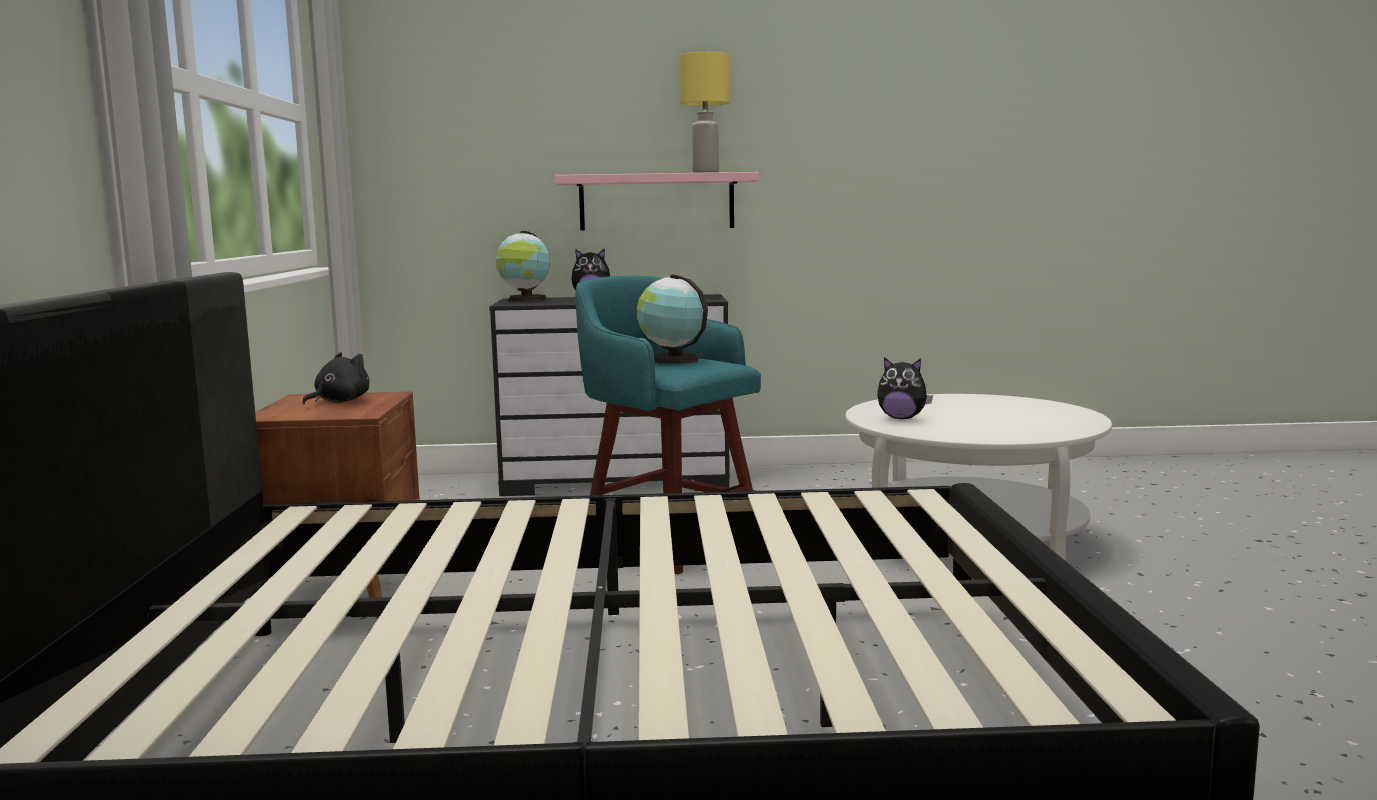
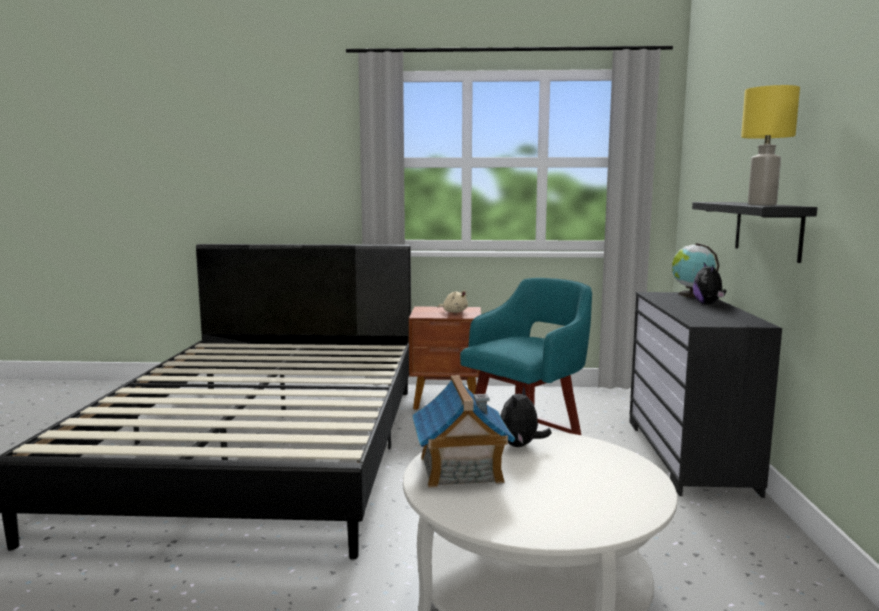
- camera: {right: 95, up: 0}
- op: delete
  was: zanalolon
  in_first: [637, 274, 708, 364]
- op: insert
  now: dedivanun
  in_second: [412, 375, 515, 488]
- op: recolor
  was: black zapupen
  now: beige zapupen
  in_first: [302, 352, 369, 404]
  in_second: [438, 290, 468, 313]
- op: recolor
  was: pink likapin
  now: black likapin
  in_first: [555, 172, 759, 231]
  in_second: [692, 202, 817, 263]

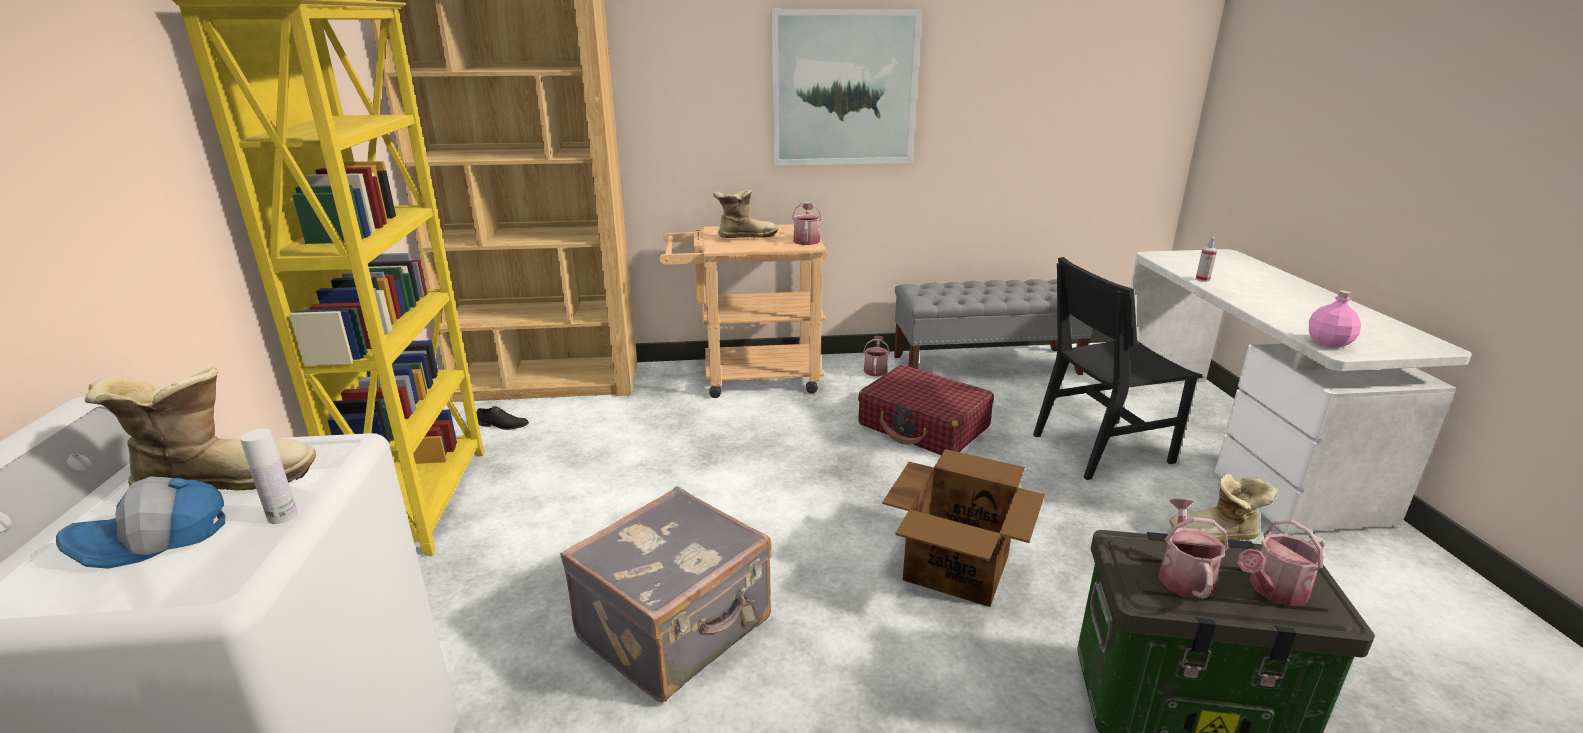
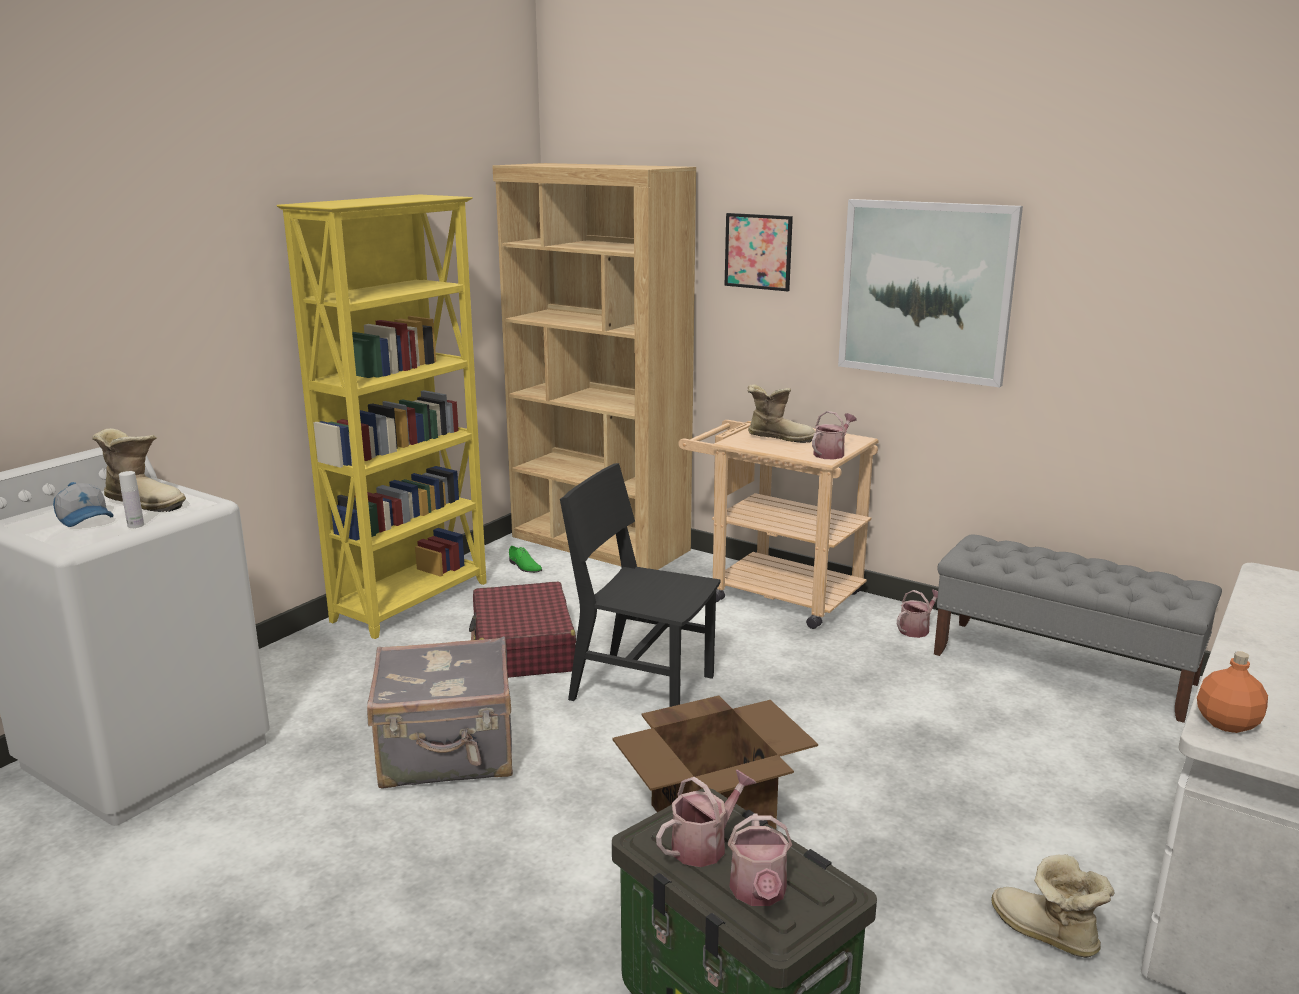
- camera: {right: 40, up: -5}
- op: delete
  was: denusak
  in_first: [1196, 237, 1217, 282]
- op: insert
  now: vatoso
  in_second: [725, 213, 793, 291]
- op: move
  was: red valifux
  in_first: [858, 365, 994, 455]
  in_second: [469, 582, 576, 678]
- op: move
  was: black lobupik
  in_first: [1033, 257, 1203, 480]
  in_second: [560, 463, 721, 707]
- op: recolor
  was: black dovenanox
  now: green dovenanox
  in_first: [476, 406, 529, 430]
  in_second: [509, 546, 542, 573]
- op: recolor
  was: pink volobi
  now: orange volobi
  in_first: [1309, 290, 1361, 348]
  in_second: [1197, 651, 1268, 733]
- op: rotate
  was: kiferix
  in_first: [56, 476, 225, 569]
  in_second: [53, 482, 114, 527]
  clockwise: -150
- op: rotate
  was: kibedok
  in_first: [1237, 520, 1325, 606]
  in_second: [728, 814, 792, 906]
  clockwise: -105

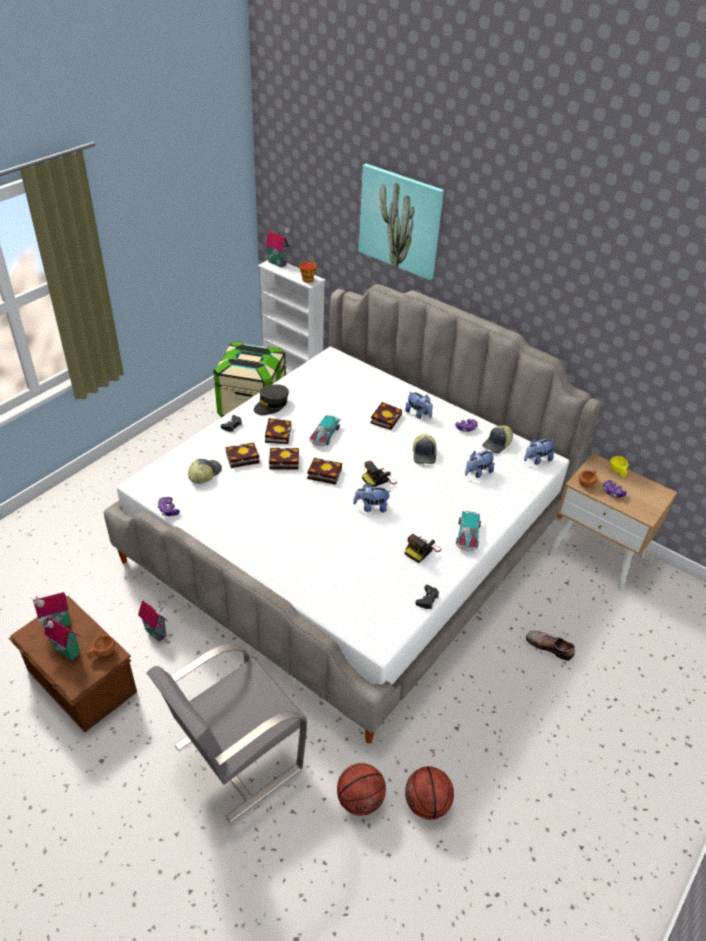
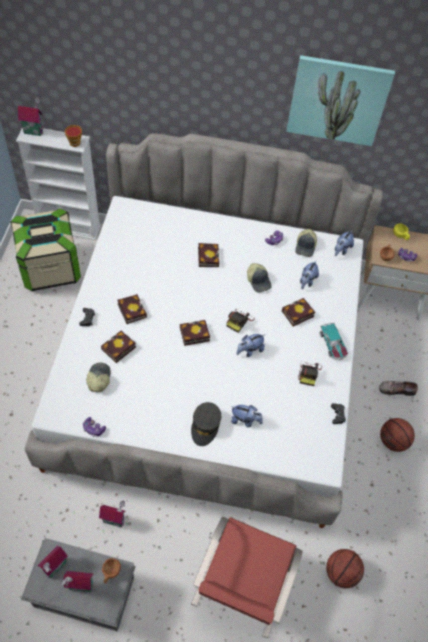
- camera: {right: -30, up: 15}
- op: delete
  was: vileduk
  in_first: [309, 415, 341, 446]
- op: move
  was: grey kiferix
  in_first: [254, 384, 289, 415]
  in_second: [191, 402, 221, 446]
- op: move
  was: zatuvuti
  in_first: [269, 448, 299, 470]
  in_second: [282, 298, 315, 326]
- op: move
  was: vatoso
  in_first: [359, 164, 444, 280]
  in_second: [286, 55, 395, 146]
- op: move
  was: zapupen
  in_first: [405, 391, 433, 419]
  in_second: [231, 405, 263, 427]
- op: move
  was: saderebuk
  in_first: [405, 766, 454, 820]
  in_second: [380, 418, 415, 452]
- op: recolor
  was: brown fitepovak
  now: grey fitepovak
  in_first: [9, 596, 137, 732]
  in_second: [21, 538, 135, 632]
- op: recolor
  was: grey lobupik
  now: red lobupik
  in_first: [146, 644, 307, 823]
  in_second: [191, 517, 303, 638]

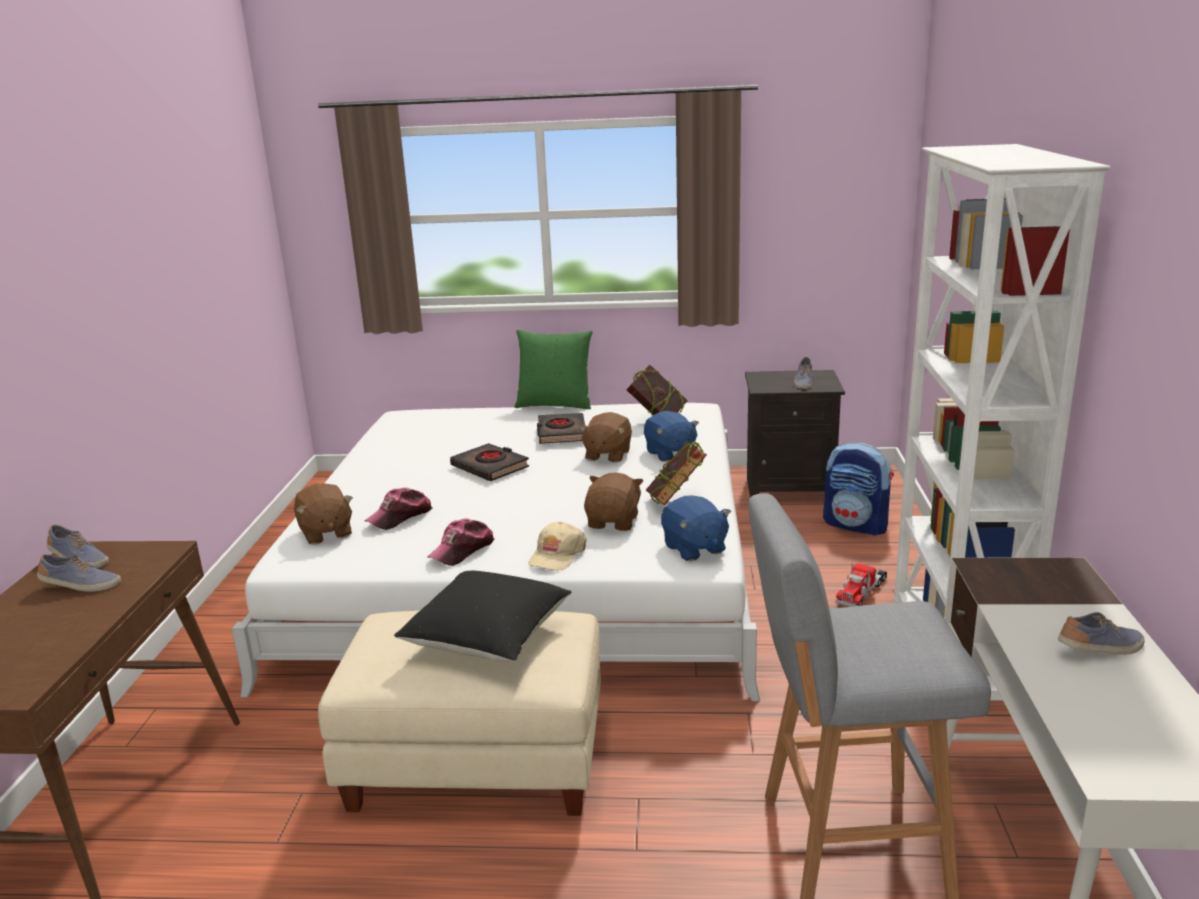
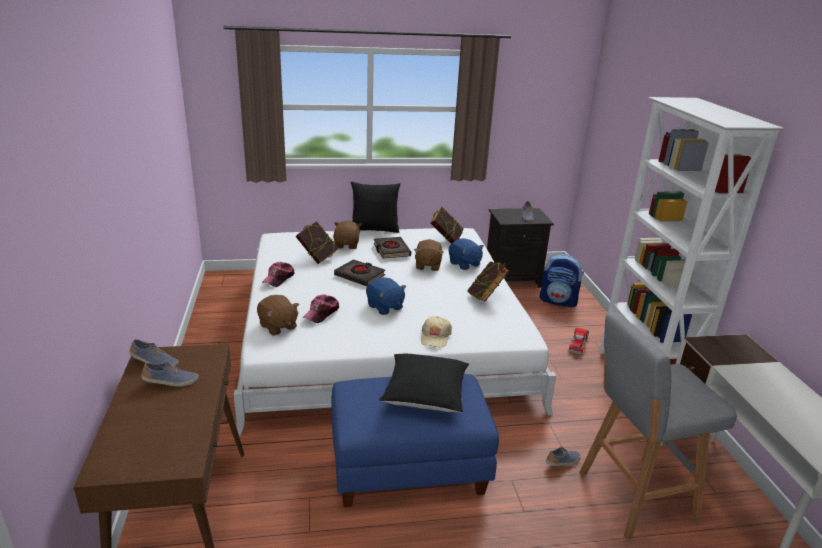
- camera: {right: -15, up: 5}
- op: insert
  now: zatuvuti
  in_second: [296, 221, 339, 264]
- op: move
  was: kiferix
  in_first: [427, 519, 494, 566]
  in_second: [262, 262, 295, 287]
- op: move
  was: brown zapupen
  in_first: [584, 472, 643, 531]
  in_second: [333, 221, 362, 249]
- op: move
  was: blue zapupen
  in_first: [661, 495, 731, 561]
  in_second: [366, 277, 406, 315]
- op: move
  was: dovenanox
  in_first: [1058, 612, 1145, 654]
  in_second: [546, 447, 581, 466]
- op: recolor
  was: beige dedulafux
  now: blue dedulafux
  in_first: [318, 611, 601, 816]
  in_second: [332, 374, 499, 507]
- op: recolor
  was: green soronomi
  now: black soronomi
  in_first: [514, 330, 593, 409]
  in_second: [351, 182, 401, 233]

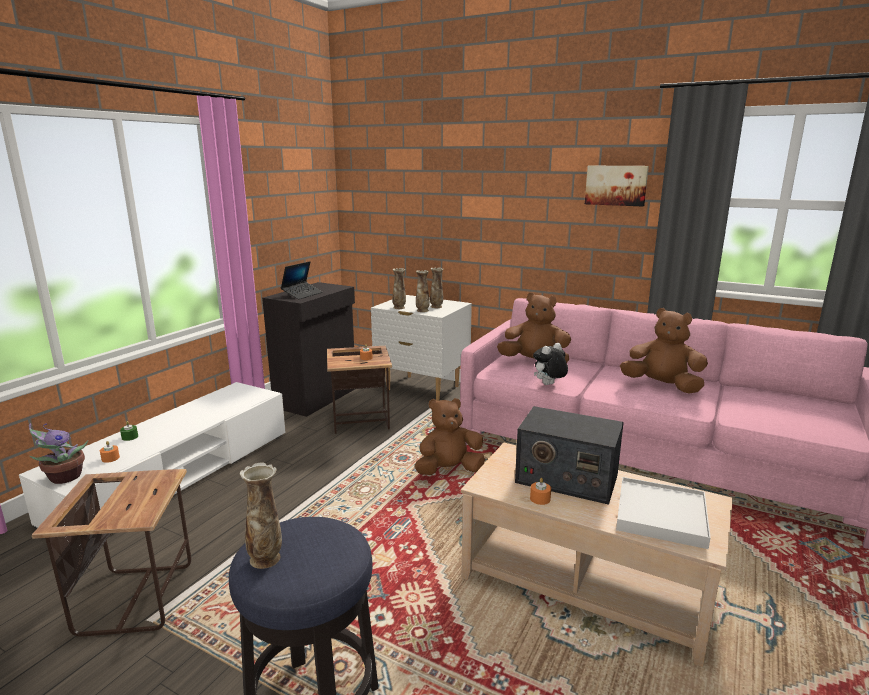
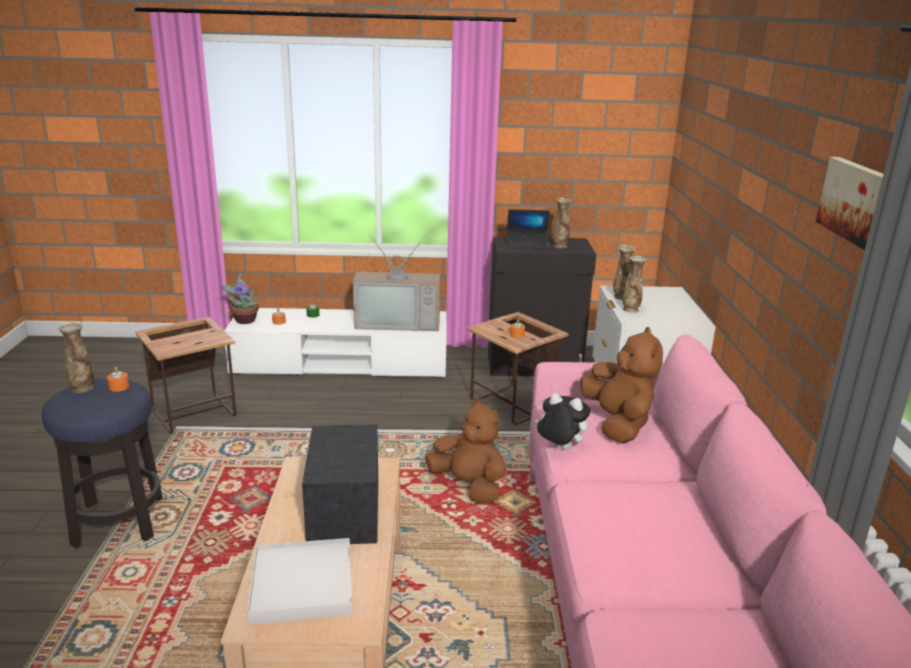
- camera: {right: 60, up: 5}
- op: delete
  was: brown zapupen
  in_first: [620, 308, 708, 393]
- op: insert
  now: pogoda
  in_second: [353, 234, 440, 331]
- op: move
  was: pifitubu
  in_first: [430, 267, 443, 308]
  in_second: [553, 198, 572, 248]
- op: move
  was: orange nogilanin
  in_first: [530, 478, 551, 505]
  in_second: [107, 367, 129, 392]

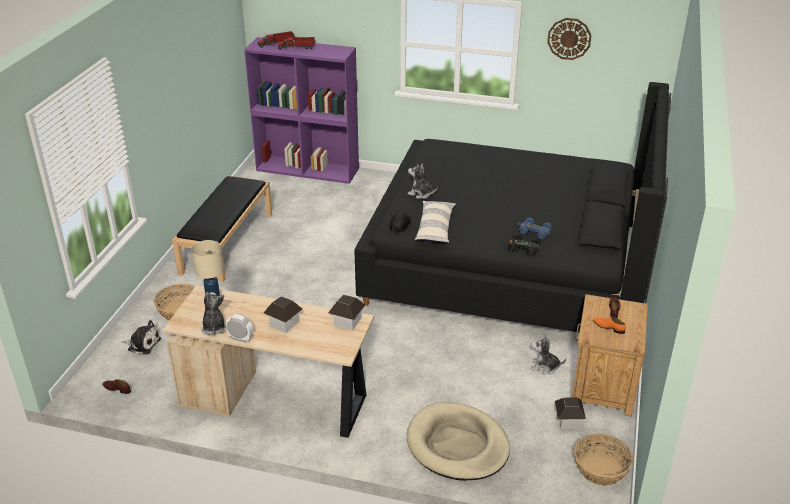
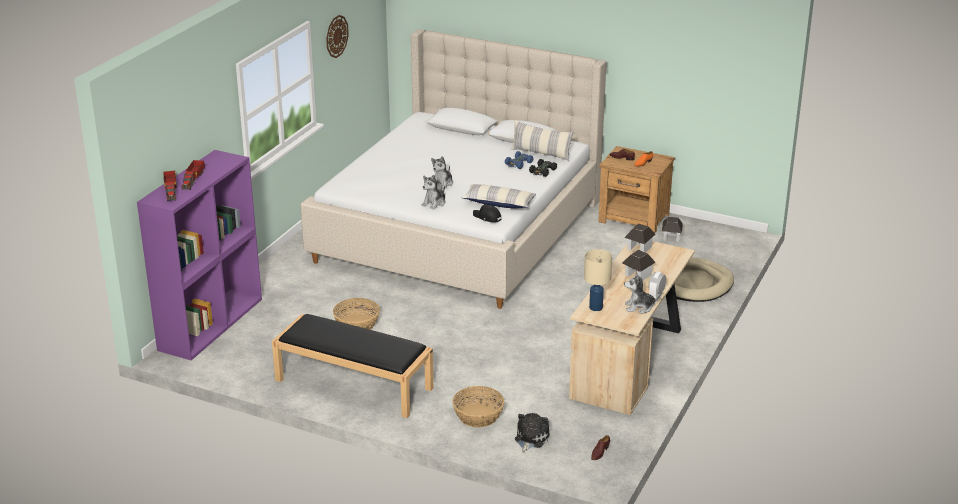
- camera: {right: -80, up: -5}
- op: insert
  now: soronomi
  in_second: [510, 120, 573, 161]
- op: move
  was: zapupen
  in_first: [531, 334, 566, 374]
  in_second: [431, 156, 453, 190]
- op: move
  was: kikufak
  in_first: [574, 434, 633, 486]
  in_second: [333, 298, 380, 330]
- op: recolor
  was: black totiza
  now: beige totiza
  in_first: [354, 82, 671, 332]
  in_second: [300, 29, 607, 309]

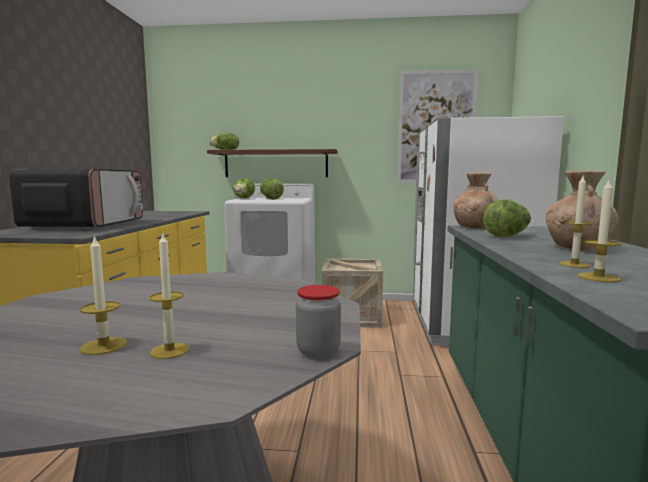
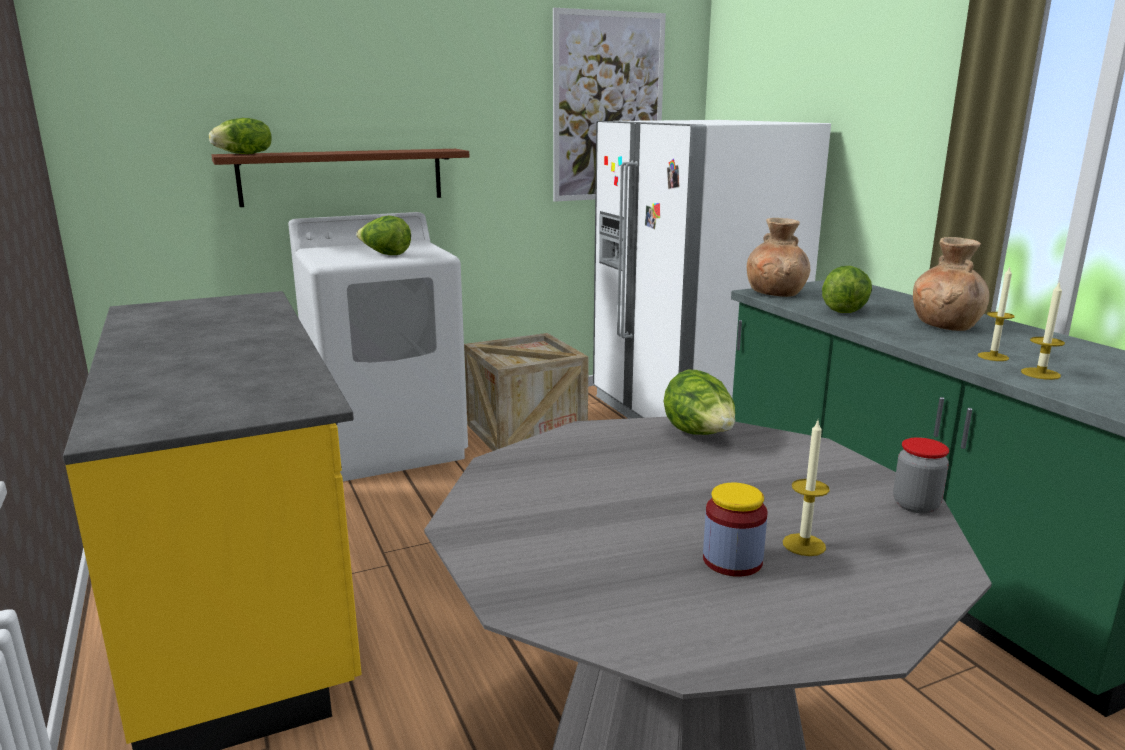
- camera: {right: -30, up: 10}
- op: delete
  was: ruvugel
  in_first: [9, 169, 143, 229]
- op: move
  was: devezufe
  in_first: [233, 178, 255, 198]
  in_second: [664, 370, 735, 435]
- op: replace
  was: nogilanin
  now: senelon
  in_first: [80, 235, 127, 355]
  in_second: [703, 483, 767, 577]

